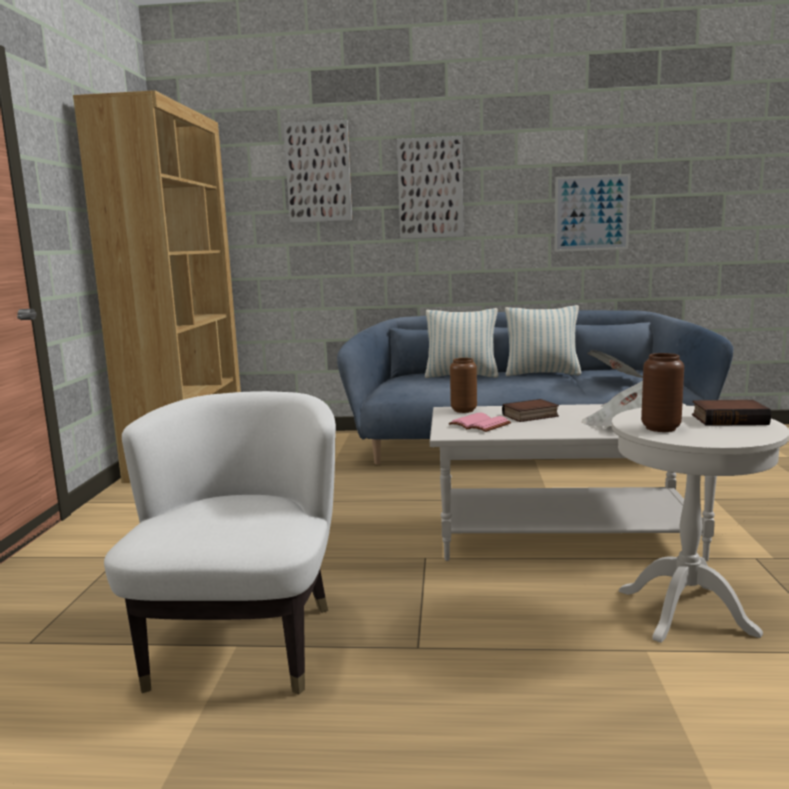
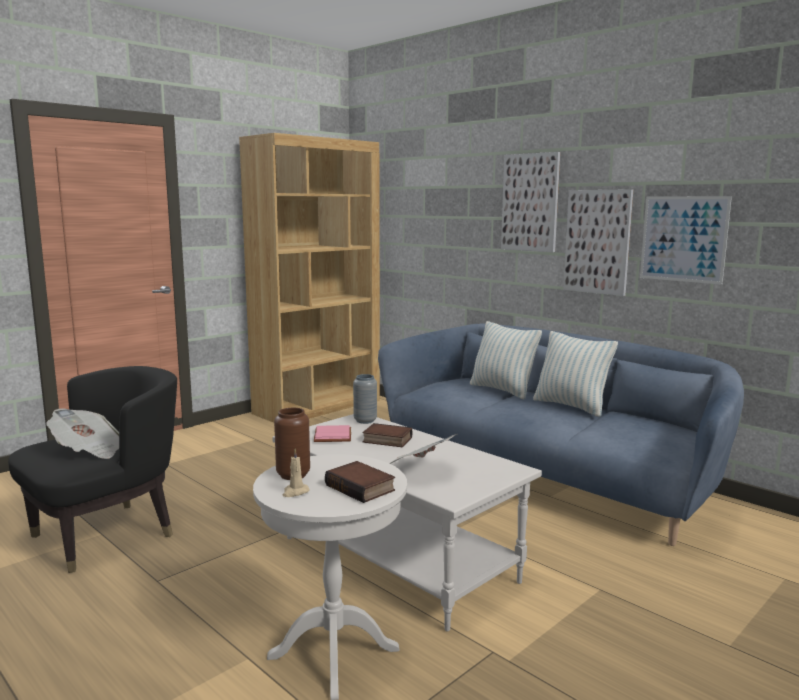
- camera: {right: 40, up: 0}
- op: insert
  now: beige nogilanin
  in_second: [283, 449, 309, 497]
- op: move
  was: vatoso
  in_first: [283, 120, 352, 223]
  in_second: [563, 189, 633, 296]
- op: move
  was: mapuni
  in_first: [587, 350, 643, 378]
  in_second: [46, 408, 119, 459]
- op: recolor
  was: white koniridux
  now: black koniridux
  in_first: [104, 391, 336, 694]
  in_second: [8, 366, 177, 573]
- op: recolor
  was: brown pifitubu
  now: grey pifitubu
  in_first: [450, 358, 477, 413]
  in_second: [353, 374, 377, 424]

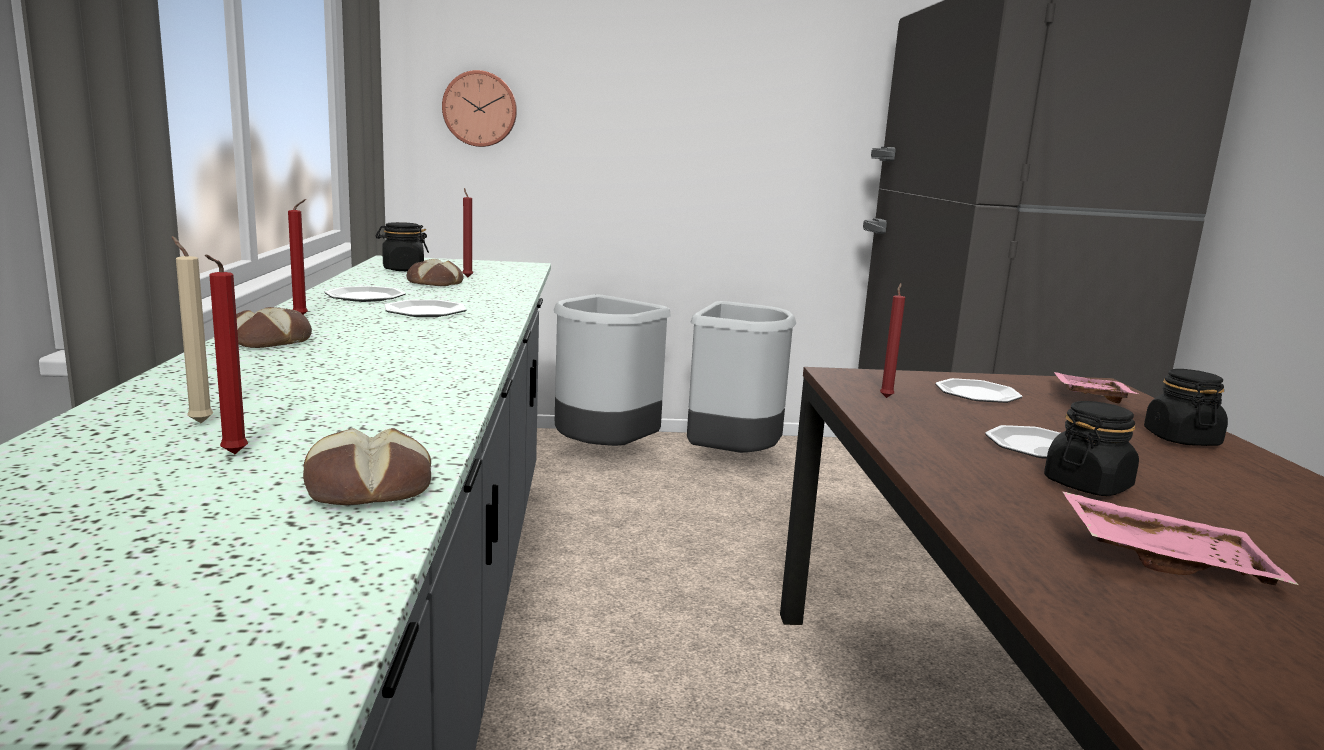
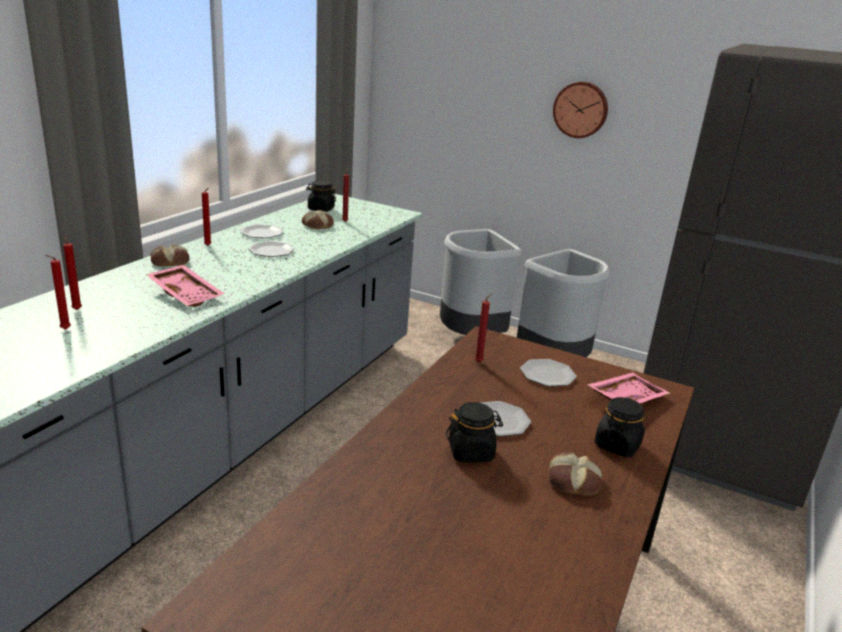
- camera: {right: 30, up: 10}
- op: move
  was: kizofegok
  in_first: [303, 428, 431, 505]
  in_second: [548, 452, 603, 495]
- op: move
  was: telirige
  in_first: [442, 70, 517, 147]
  in_second: [553, 82, 608, 138]
- op: move
  was: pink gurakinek
  in_first: [1062, 491, 1299, 585]
  in_second: [146, 265, 225, 307]
- op: recolor
  was: beige nogilanin
  now: red nogilanin
  in_first: [172, 236, 213, 423]
  in_second: [63, 234, 82, 310]

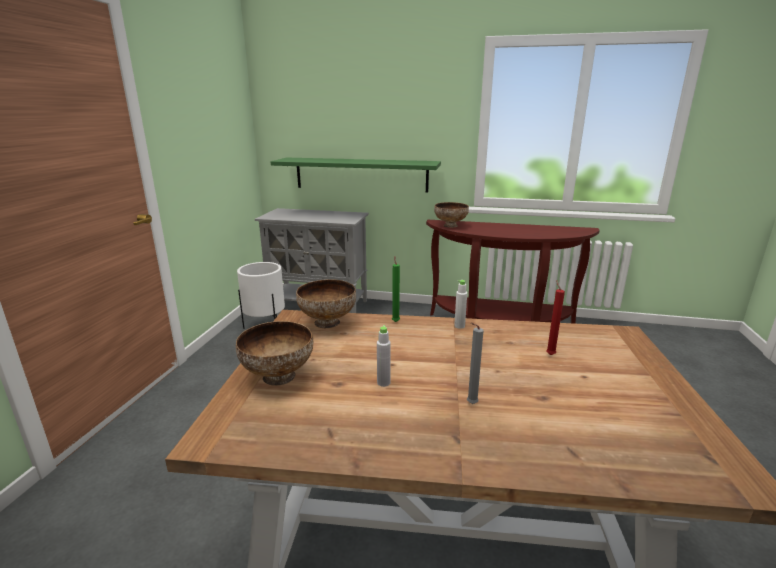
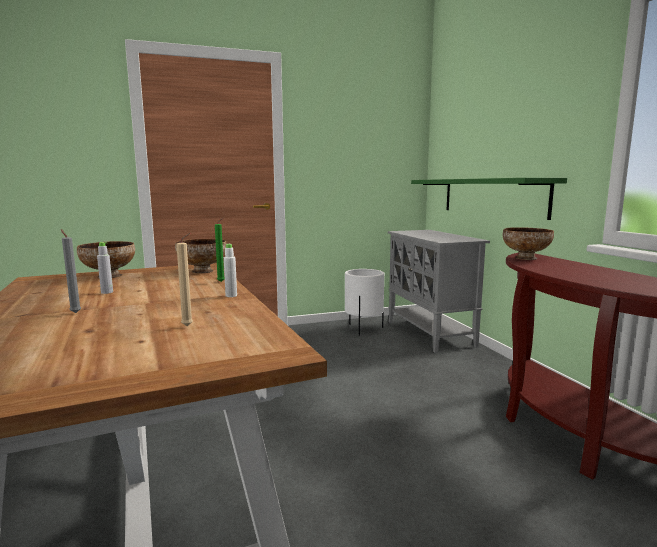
- camera: {right: 60, up: -10}
- op: recolor
  was: red nogilanin
  now: beige nogilanin
  in_first: [546, 280, 565, 355]
  in_second: [176, 233, 193, 326]

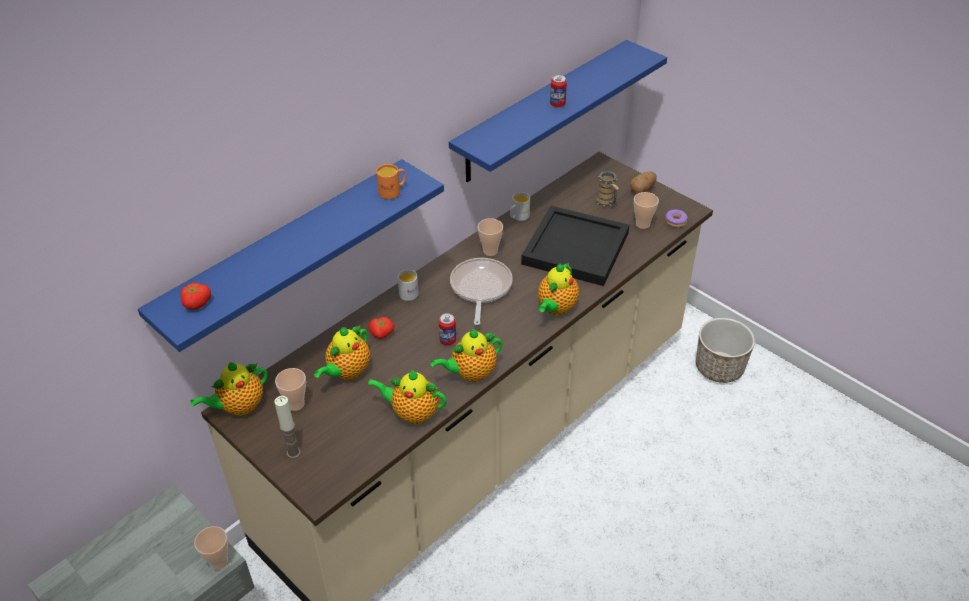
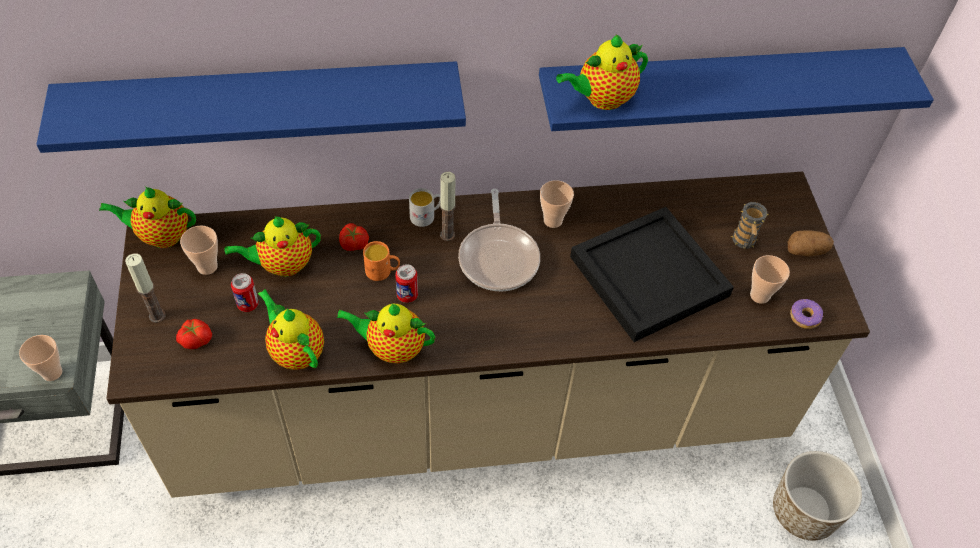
- camera: {right: 35, up: 10}
- op: delete
  was: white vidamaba
  in_first: [510, 192, 530, 221]
- op: insert
  now: nogilanin
  in_second: [440, 172, 456, 241]
- op: move
  was: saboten
  in_first: [181, 283, 211, 309]
  in_second: [176, 319, 212, 349]
- op: move
  was: orange vidamaba
  in_first: [376, 164, 406, 199]
  in_second: [363, 241, 400, 281]
- op: move
  was: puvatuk
  in_first: [538, 263, 579, 315]
  in_second: [556, 34, 648, 110]
- op: move
  was: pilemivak
  in_first: [550, 75, 567, 107]
  in_second: [231, 273, 259, 312]
- op: rotate
  was: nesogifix
  in_first: [450, 258, 513, 325]
  in_second: [458, 189, 540, 292]
  clockwise: 135

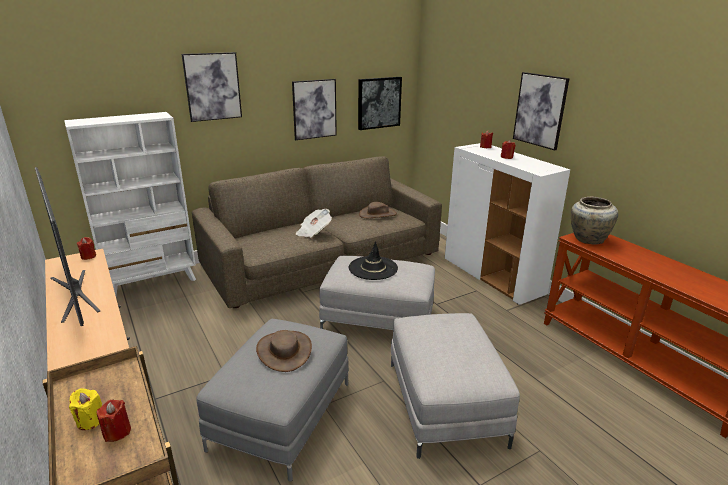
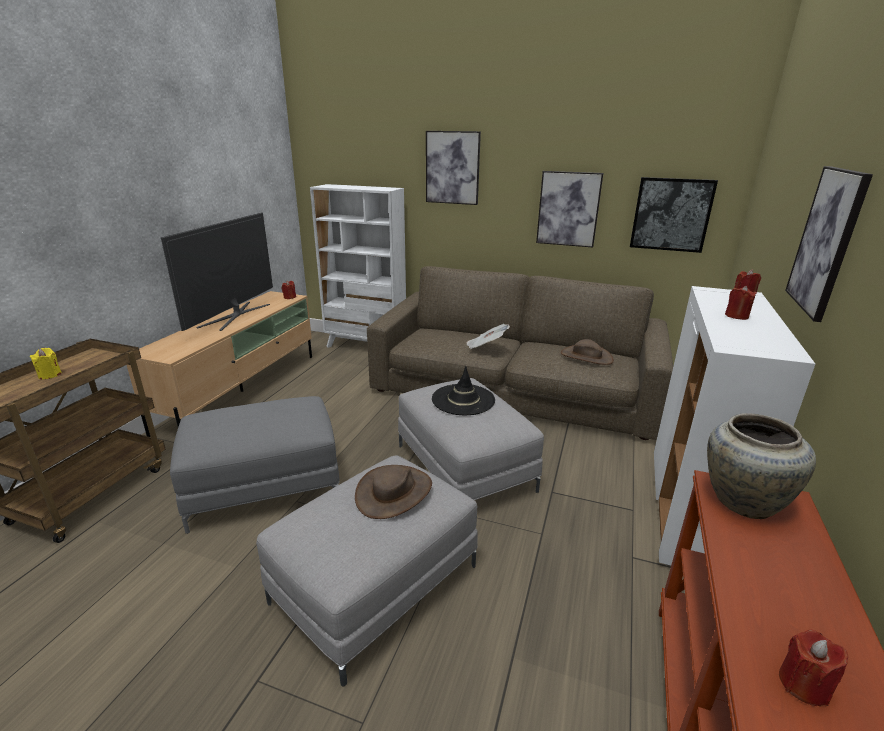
- camera: {right: 50, up: 0}
- op: move
  was: red nogilanin
  in_first: [97, 399, 131, 442]
  in_second: [779, 630, 848, 706]
- op: move
  was: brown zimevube
  in_first: [256, 330, 312, 372]
  in_second: [355, 465, 432, 519]

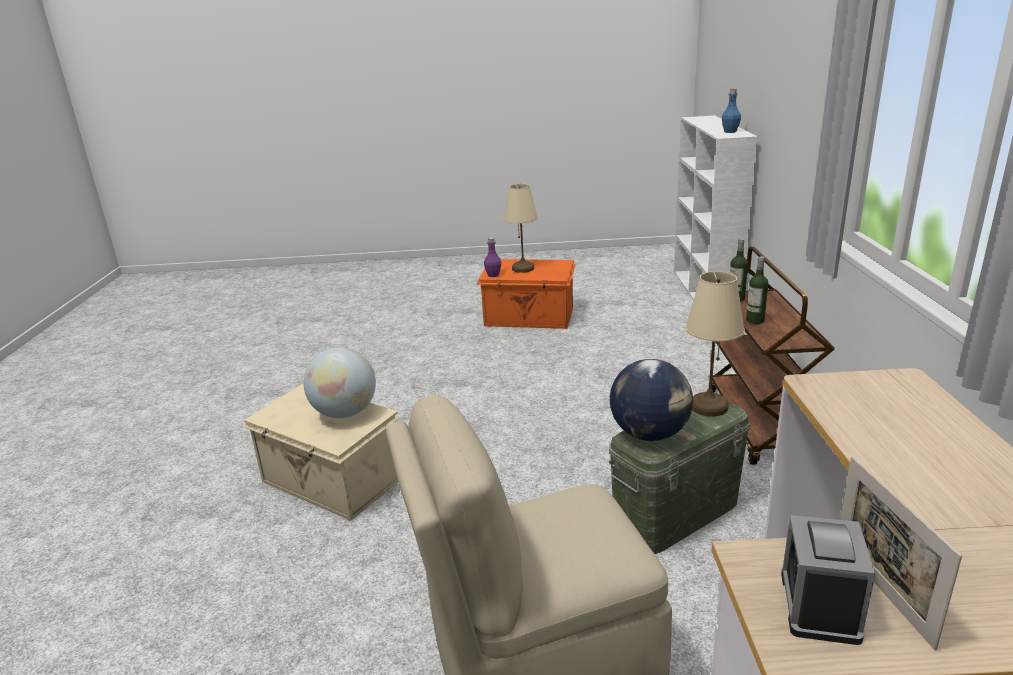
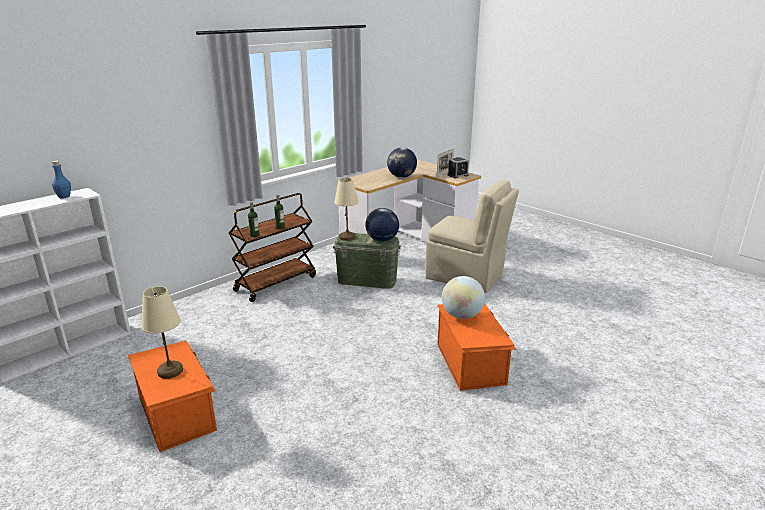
- camera: {right: -135, up: 0}
- op: delete
  was: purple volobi
  in_first: [484, 237, 501, 277]
- op: insert
  now: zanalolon
  in_second: [387, 147, 417, 178]
- op: recolor
  was: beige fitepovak
  now: orange fitepovak
  in_first: [241, 383, 399, 521]
  in_second: [437, 303, 516, 391]

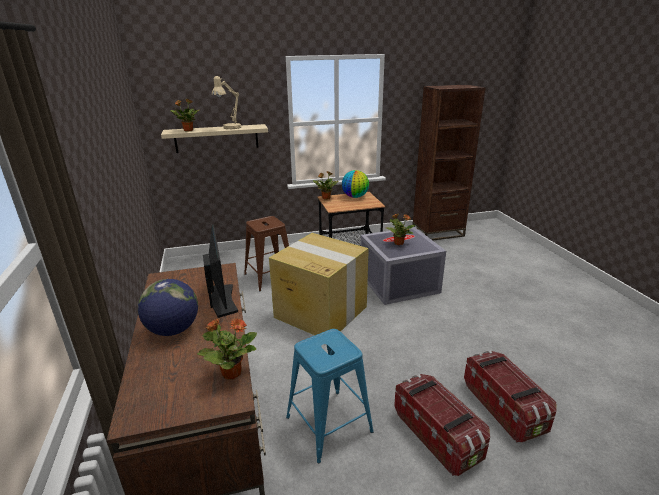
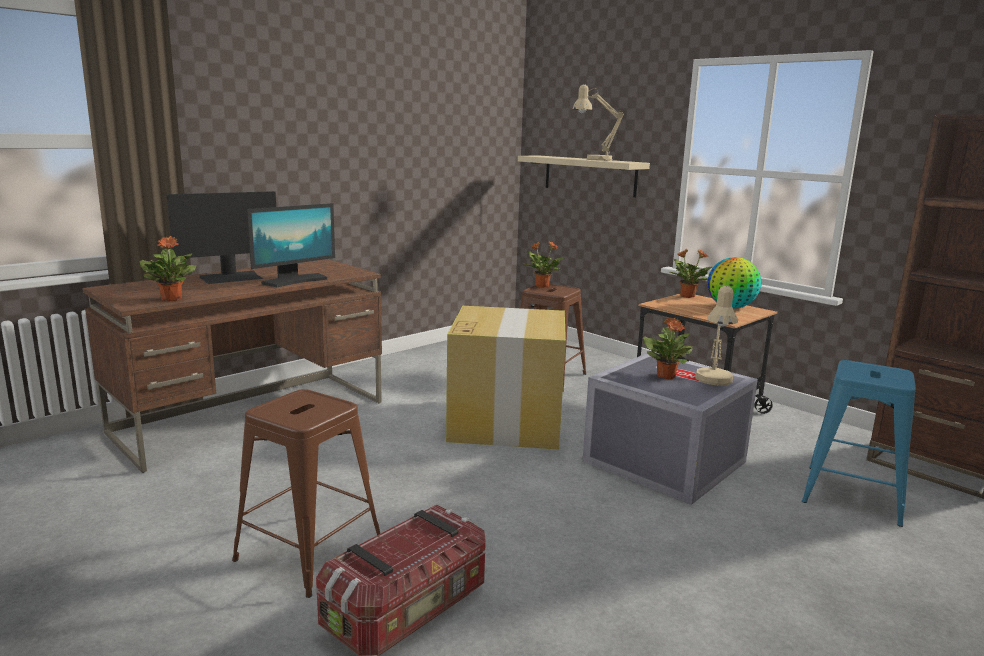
- camera: {right: 60, up: -10}
- op: insert
  now: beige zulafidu
  in_second: [695, 286, 738, 385]
- op: move
  was: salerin
  in_first: [170, 98, 199, 132]
  in_second: [525, 242, 563, 288]
- op: move
  was: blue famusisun
  in_first: [286, 329, 374, 463]
  in_second: [802, 360, 916, 527]
- op: replace
  was: zanalolon
  now: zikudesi
  in_first: [138, 279, 198, 336]
  in_second: [166, 191, 276, 284]
- op: replace
  was: fitepovak
  now: brown famusisun
  in_first: [394, 374, 490, 476]
  in_second: [232, 389, 380, 598]

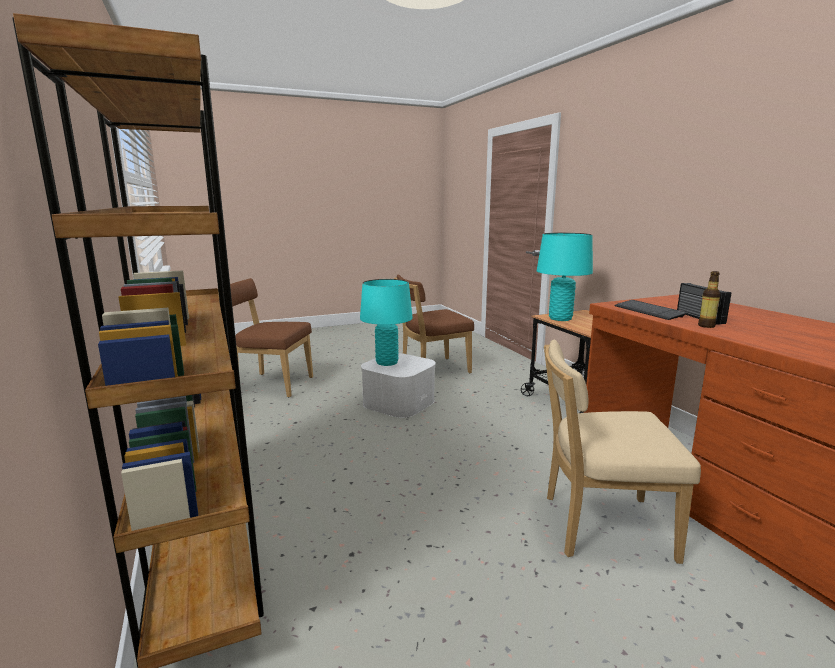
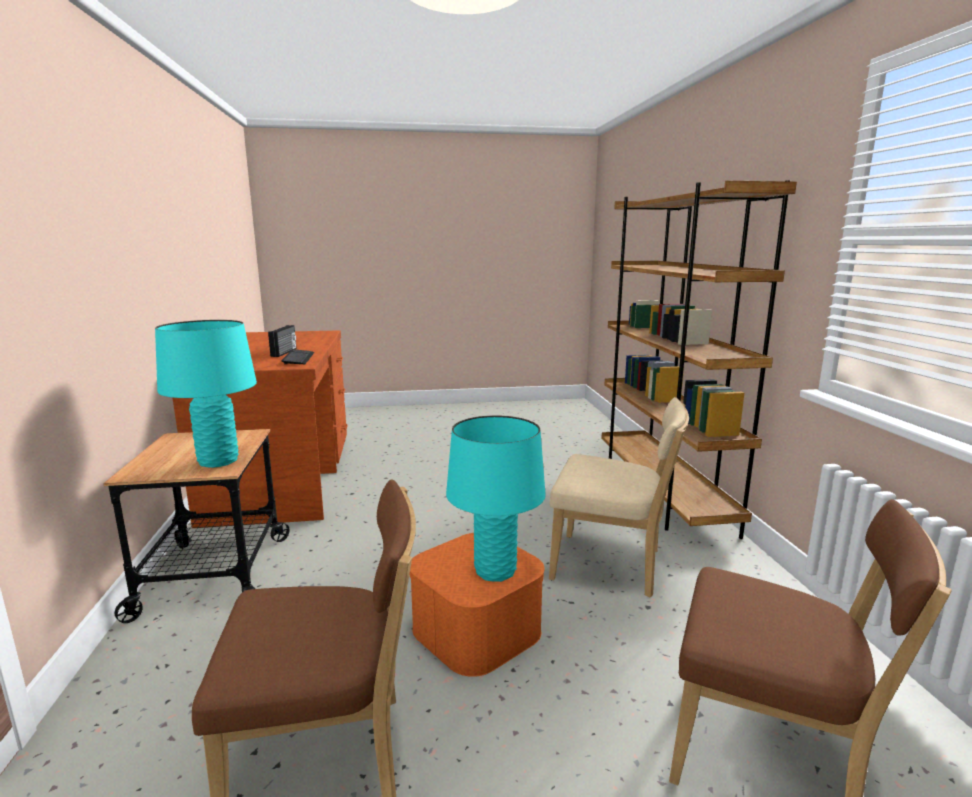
- camera: {right: -165, up: 0}
- op: delete
  was: volobi
  in_first: [698, 271, 721, 328]
- op: move
  was: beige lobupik
  in_first: [544, 340, 701, 564]
  in_second: [549, 397, 689, 598]
- op: recolor
  was: white fitepovak
  now: orange fitepovak
  in_first: [361, 353, 436, 418]
  in_second: [410, 533, 545, 677]

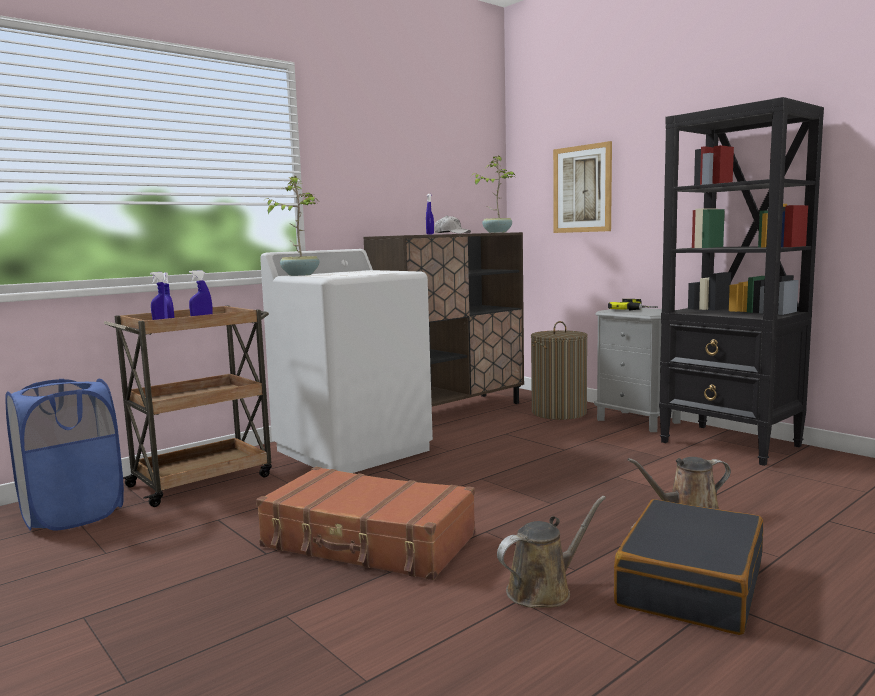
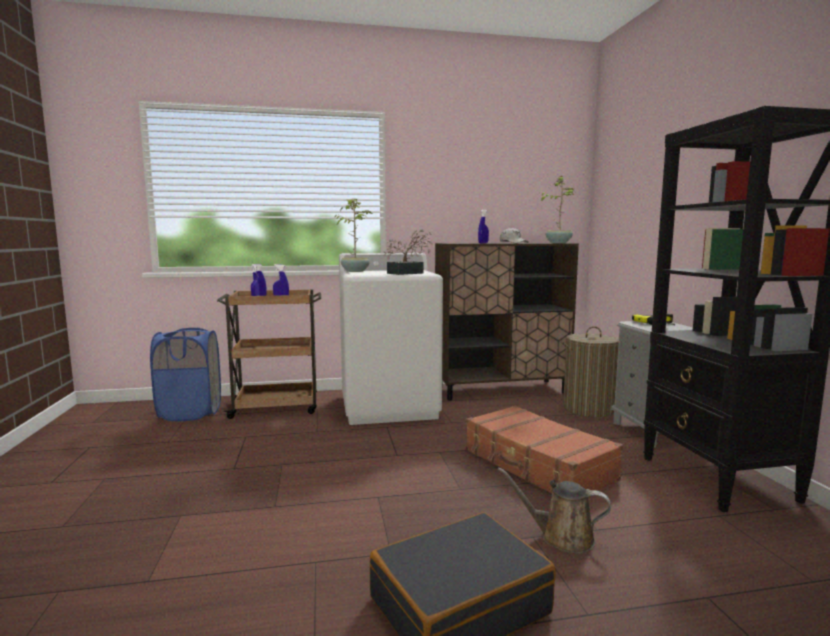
- camera: {right: 30, up: 0}
- op: delete
  was: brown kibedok
  in_first: [497, 496, 606, 608]
- op: delete
  was: vatoso
  in_first: [553, 141, 612, 233]
- op: insert
  now: salerin
  in_second: [384, 229, 433, 275]
- op: move
  was: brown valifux
  in_first: [256, 467, 475, 580]
  in_second: [466, 405, 623, 493]

